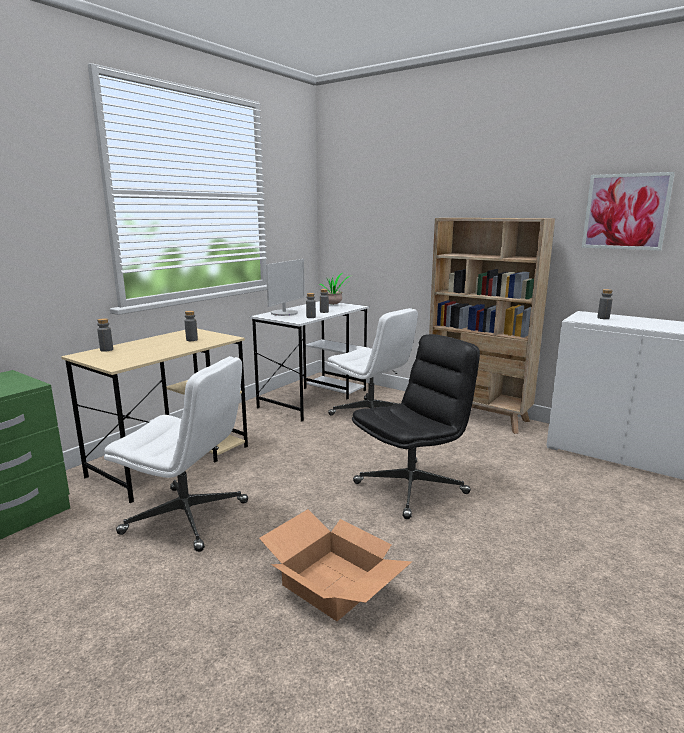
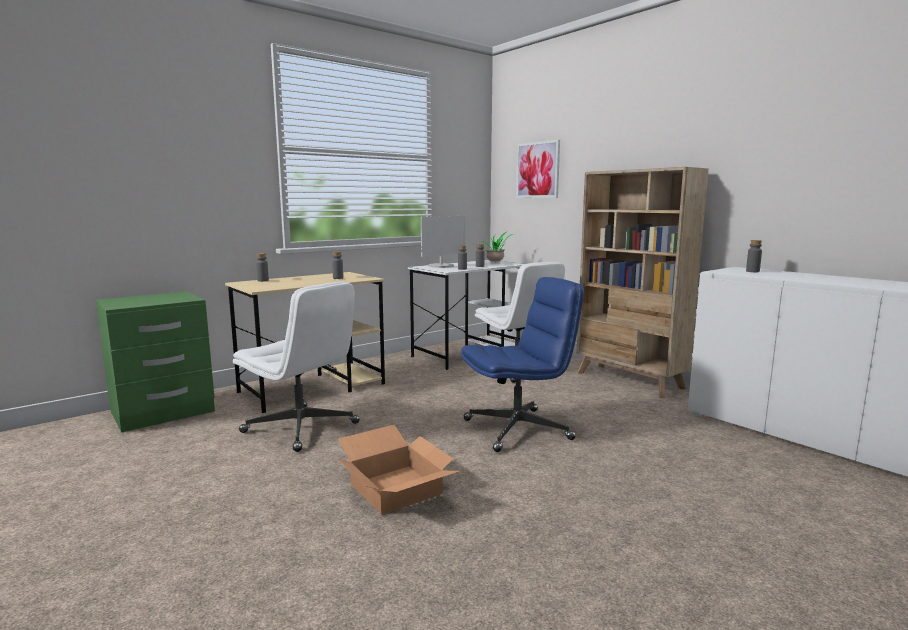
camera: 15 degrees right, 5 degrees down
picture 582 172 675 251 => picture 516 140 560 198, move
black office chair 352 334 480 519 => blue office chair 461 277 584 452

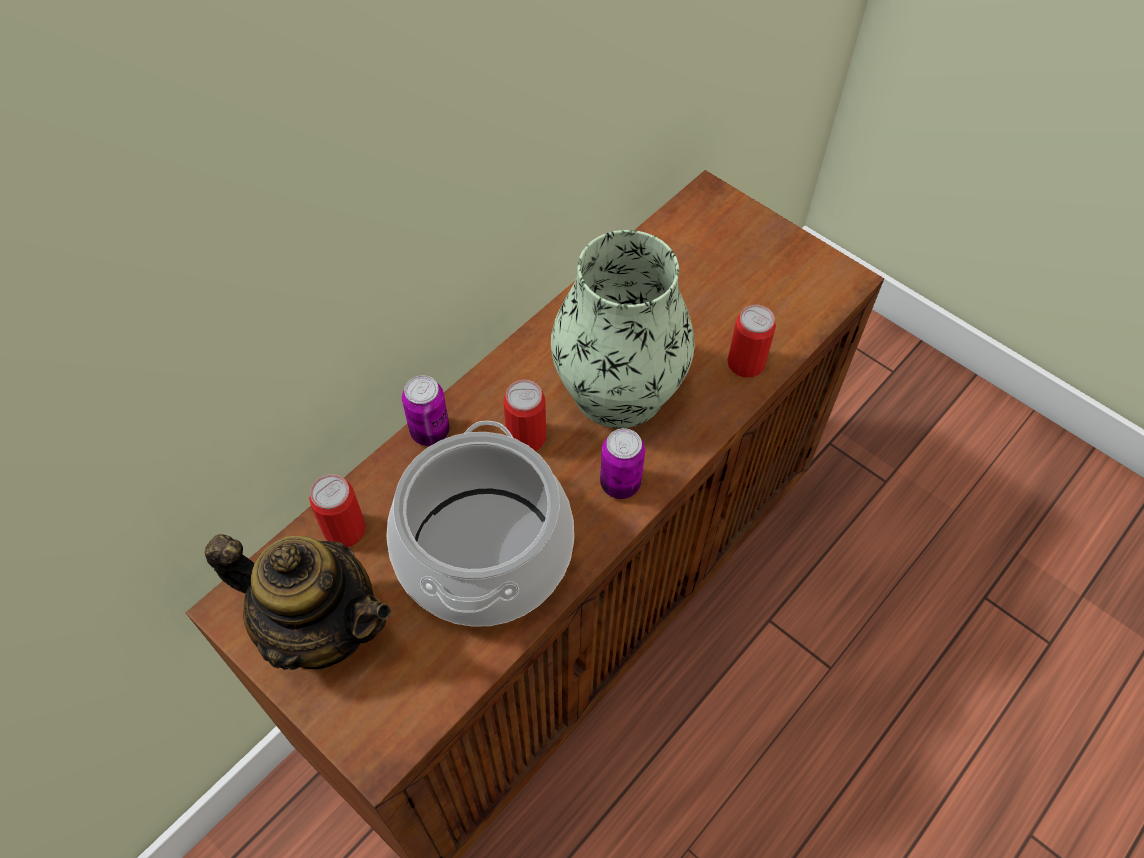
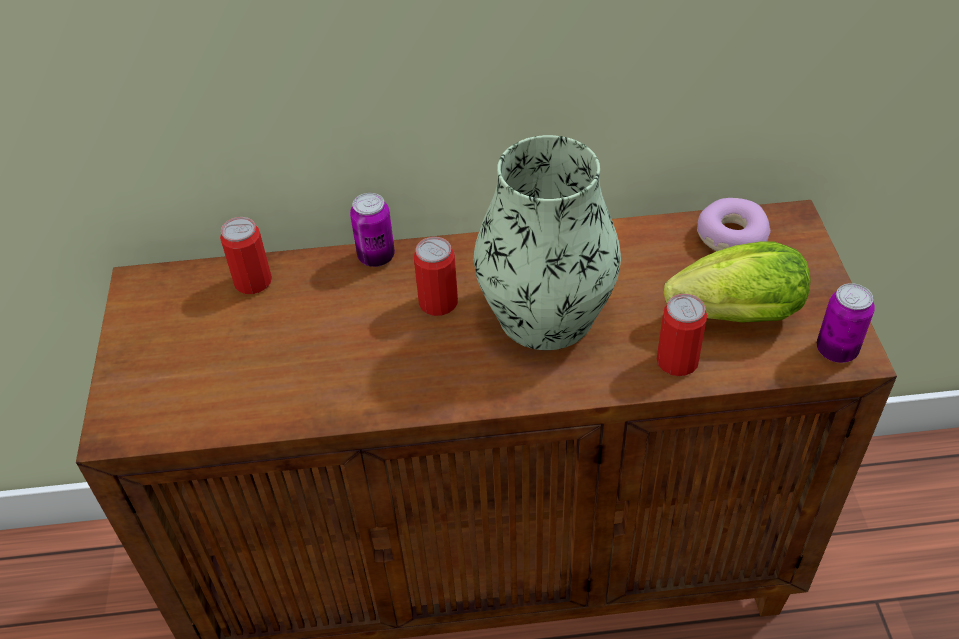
camera: 45 degrees right, 10 degrees down
cooking pot 387 421 574 627 => nothing
can 600 428 645 499 => can 817 283 875 363, move
teapot 205 534 391 670 => nothing
nothing => donut 697 198 771 251
nothing => lettuce 664 242 811 323

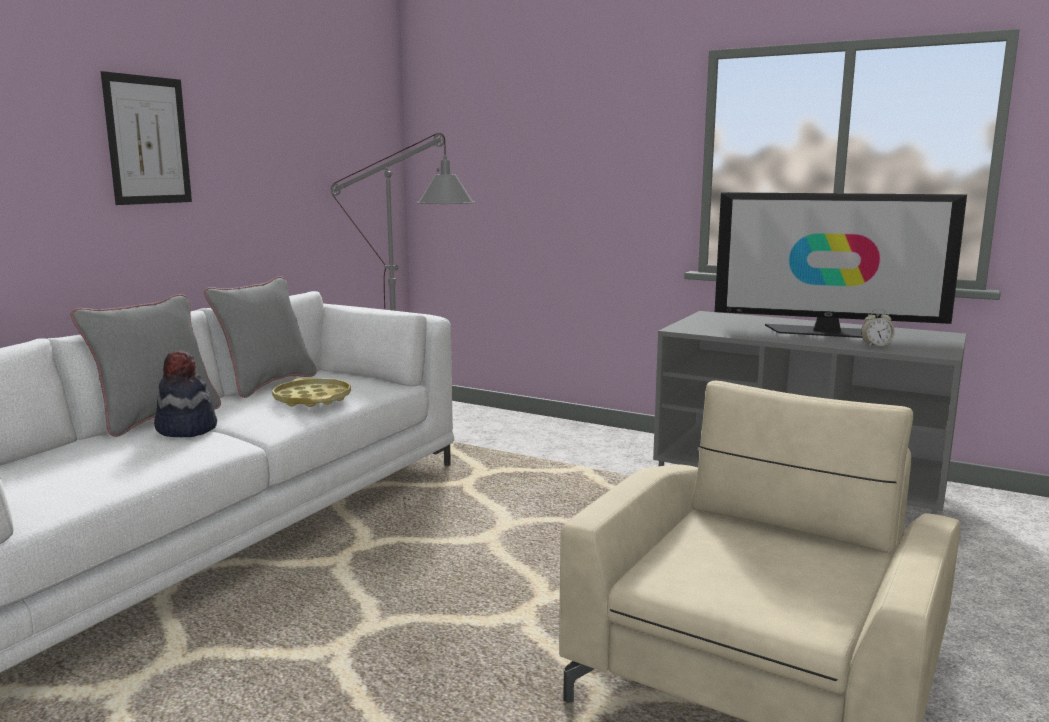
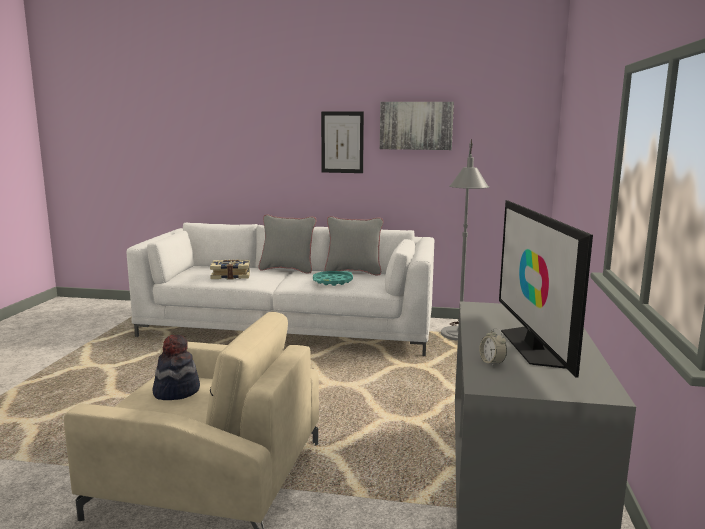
camera: 70 degrees right, 0 degrees up
hat 154 350 217 437 => hat 152 335 200 400, move
yellow tray 272 377 351 407 => turquoise tray 313 271 353 286
nothing => picture 380 102 454 150
nothing => book 210 259 250 280

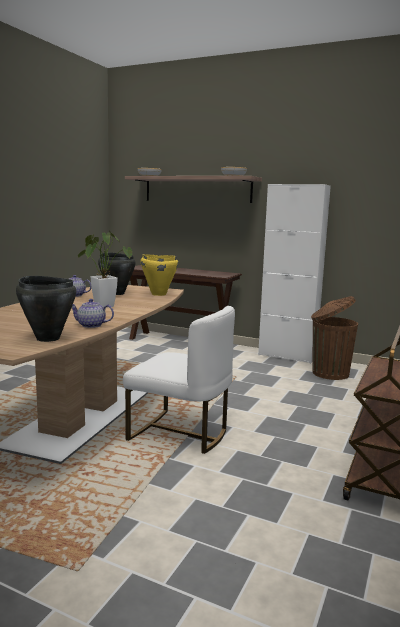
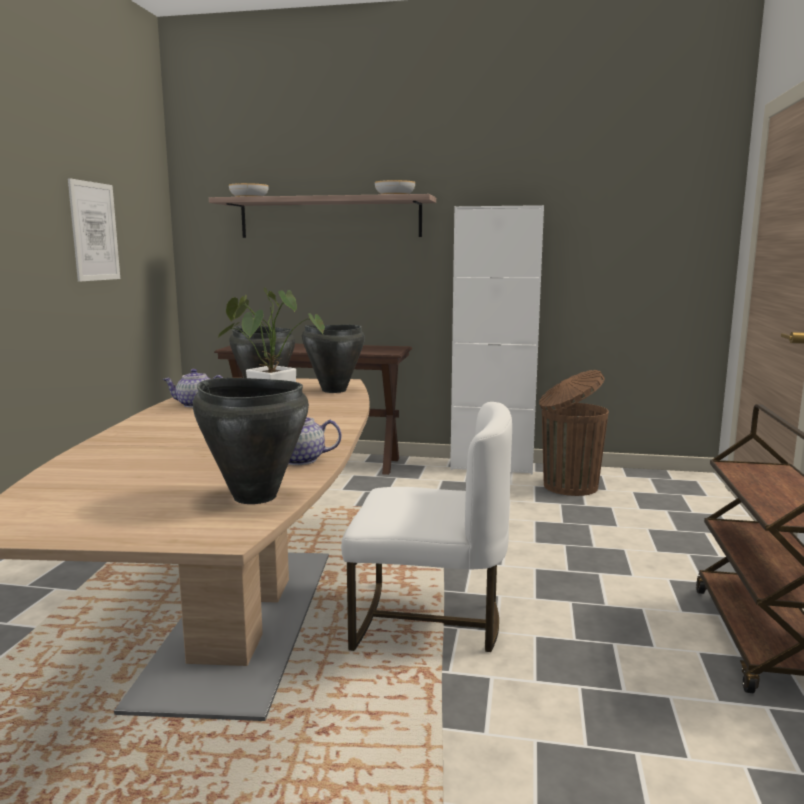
camera: 15 degrees left, 0 degrees up
yellow cooking pot 140 254 178 296 => black cooking pot 302 325 365 393
nothing => picture 68 178 120 282

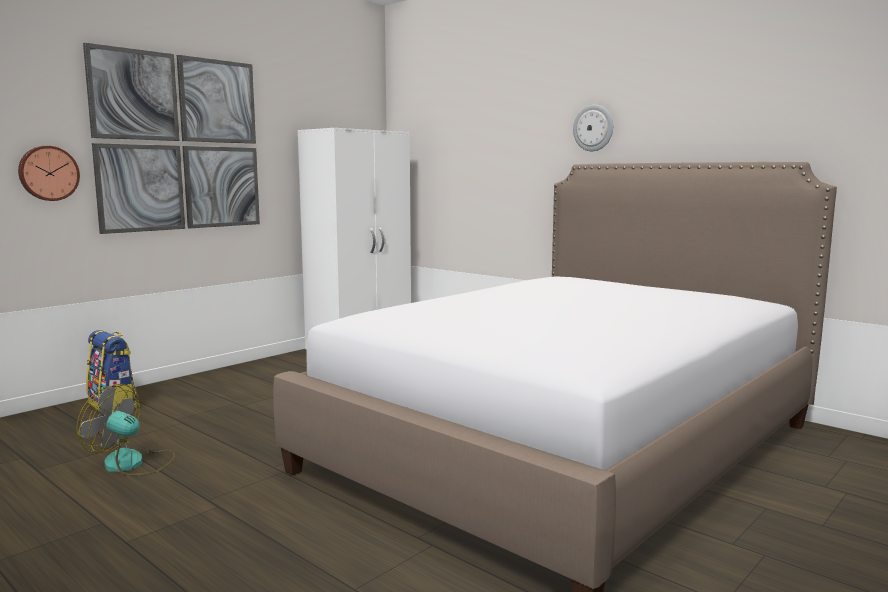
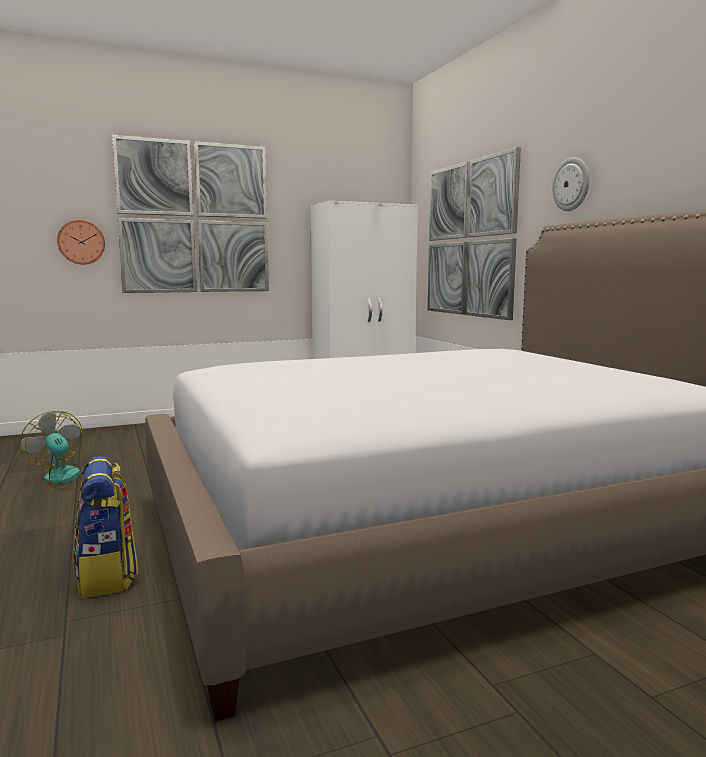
camera: 25 degrees right, 0 degrees up
backpack 86 330 138 412 => backpack 73 456 138 598, move
nothing => picture 428 147 521 320

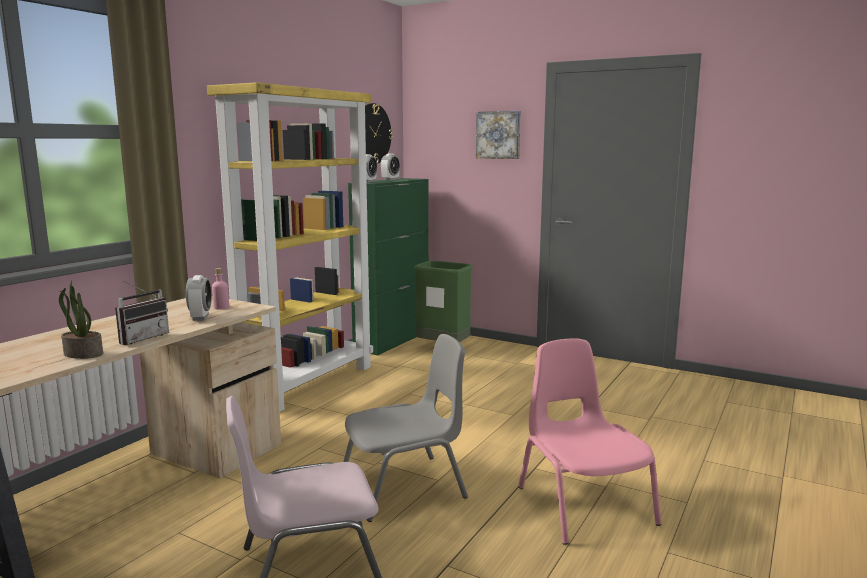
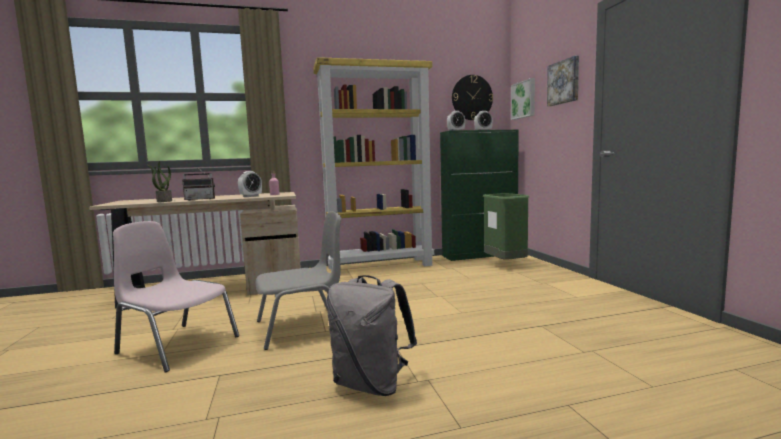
camera: 45 degrees right, 5 degrees down
grey chair 343 334 468 522 => grey chair 255 211 341 350, 45 degrees counterclockwise
pink chair 518 338 662 545 => grey backpack 326 275 417 396
nothing => picture 511 78 535 120

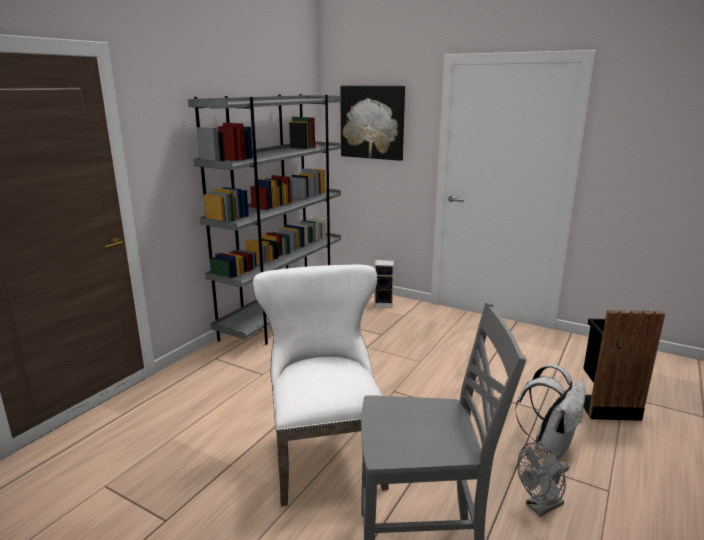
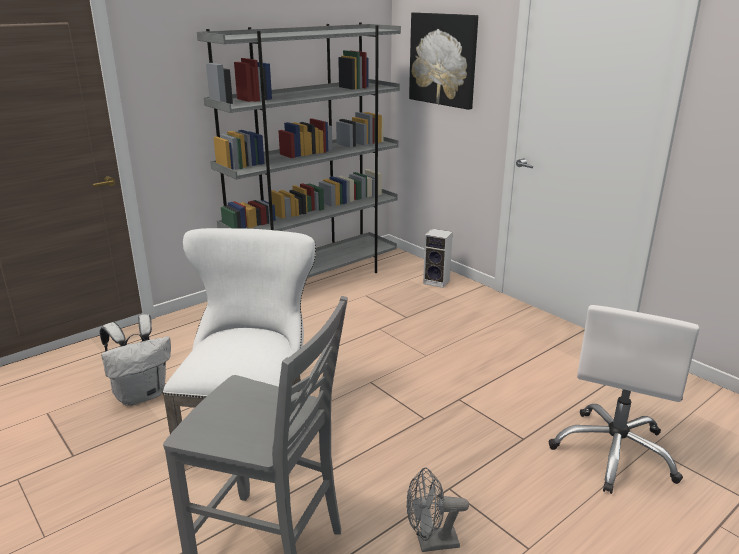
camera: 20 degrees right, 5 degrees up
black trash can 583 310 665 421 => white office chair 548 305 700 494
white backpack 515 364 585 458 => white backpack 100 314 171 406, move

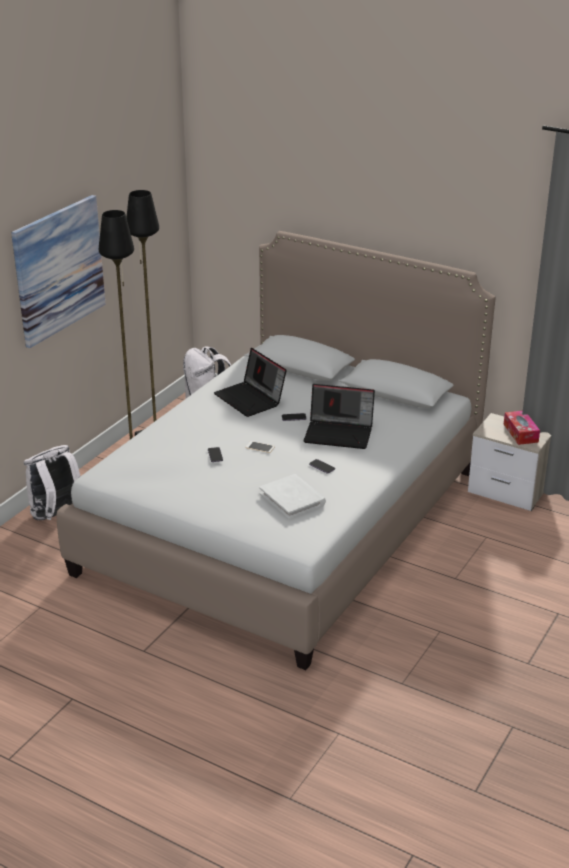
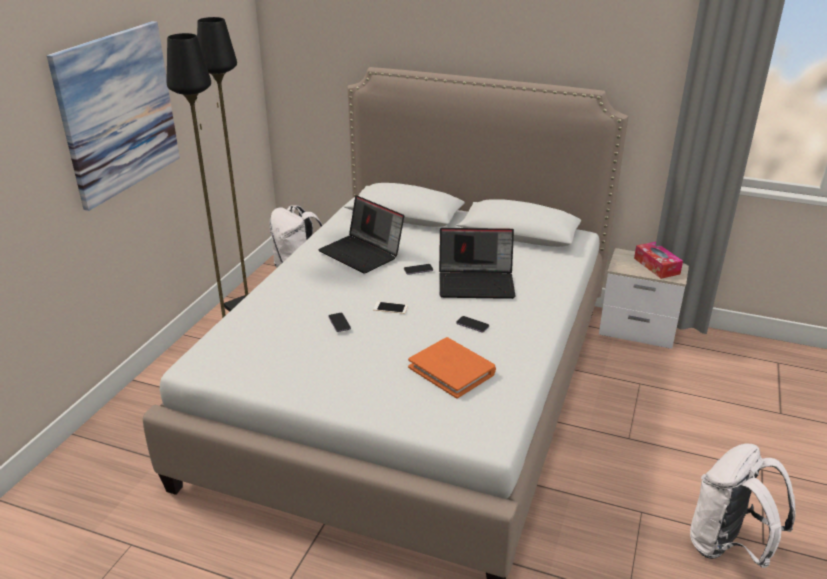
camera: 10 degrees left, 0 degrees up
white backpack 24 445 80 520 => white backpack 690 444 796 568, move
white book 259 474 326 519 => orange book 408 337 496 399

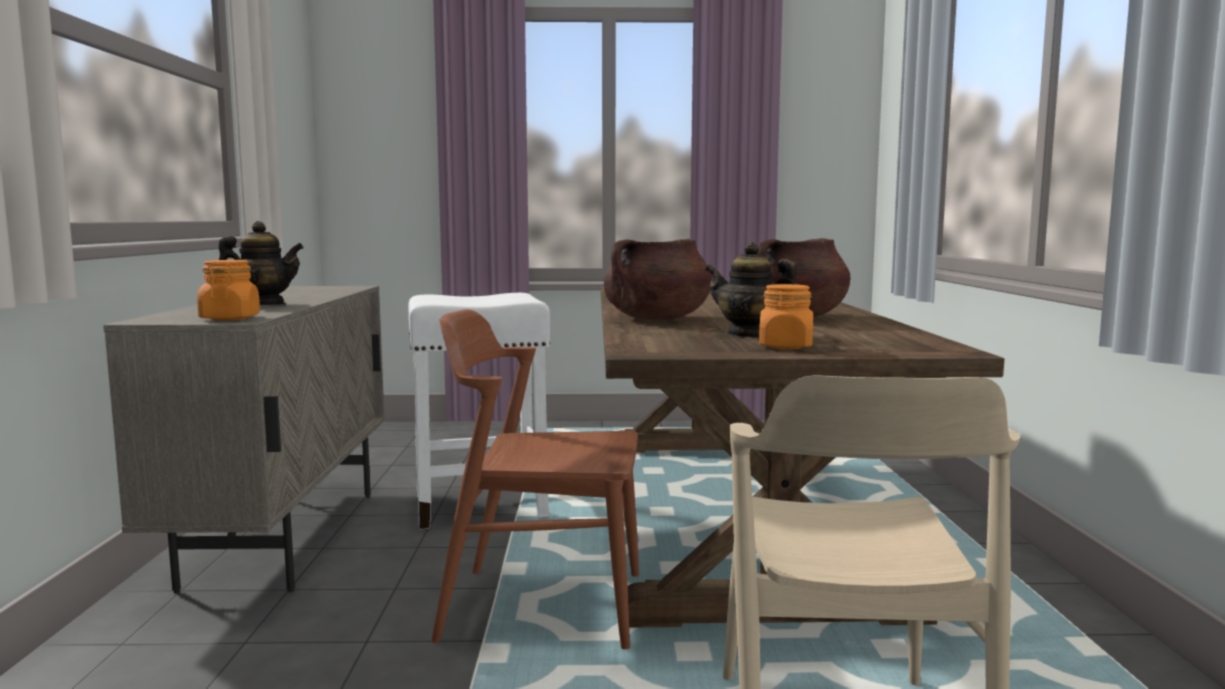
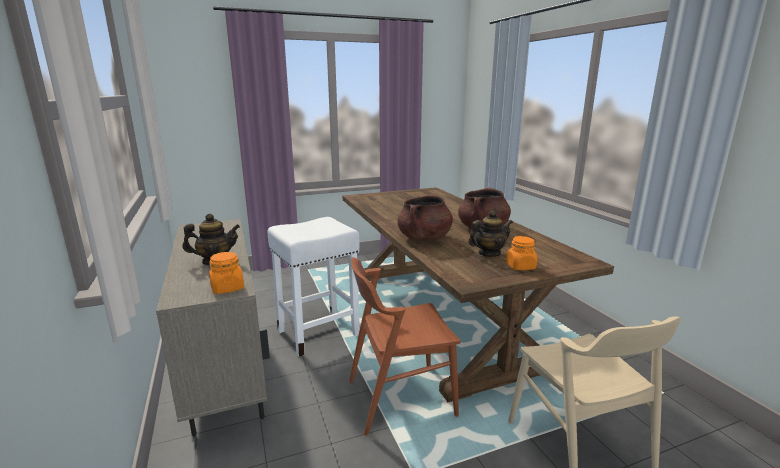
camera: 20 degrees left, 10 degrees up
teapot 705 242 797 338 => teapot 469 211 513 257, 150 degrees clockwise

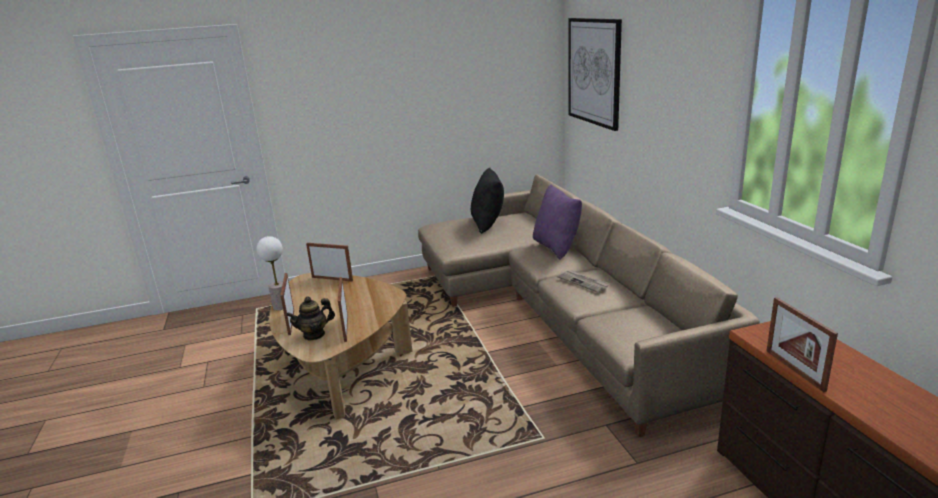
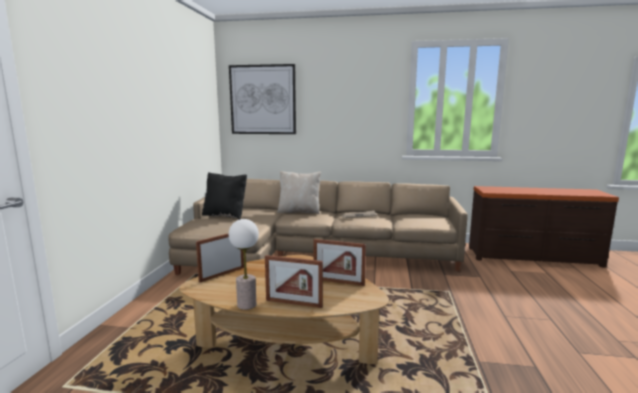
camera: 65 degrees left, 10 degrees down
purple pillow 533 185 582 260 => beige pillow 277 171 321 214
teapot 286 296 335 341 => nothing
picture frame 767 297 838 392 => nothing

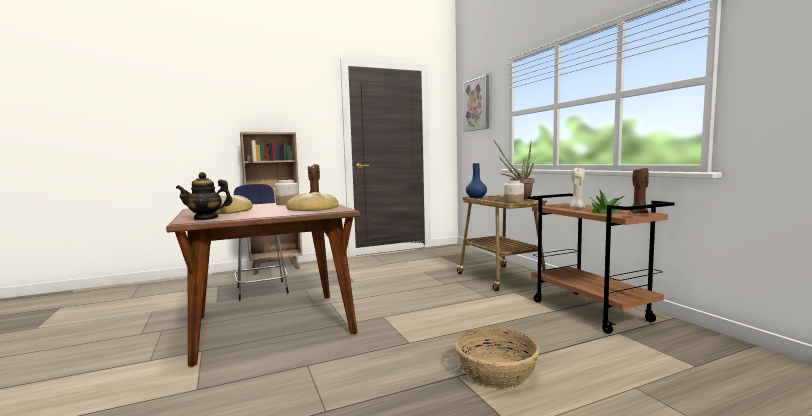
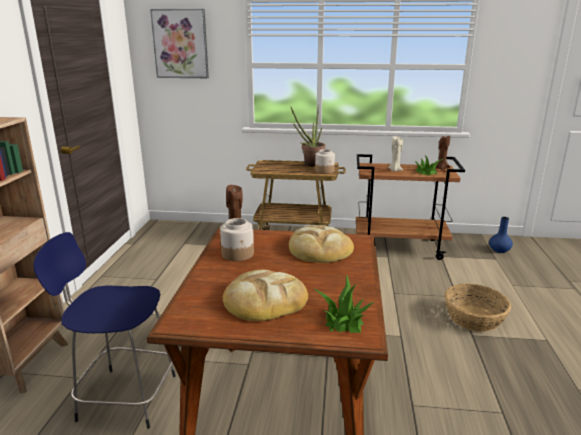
camera: 60 degrees left, 15 degrees up
blue vase 466 163 487 198 => blue vase 489 217 513 253, move
teapot 176 172 233 220 => potted plant 313 274 374 333

